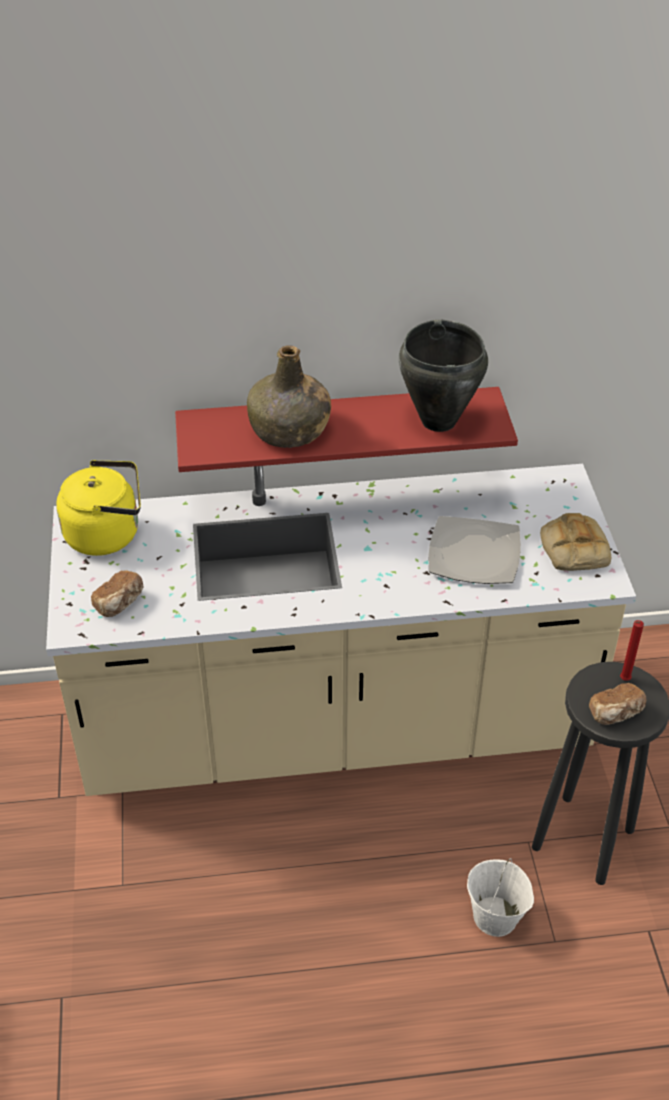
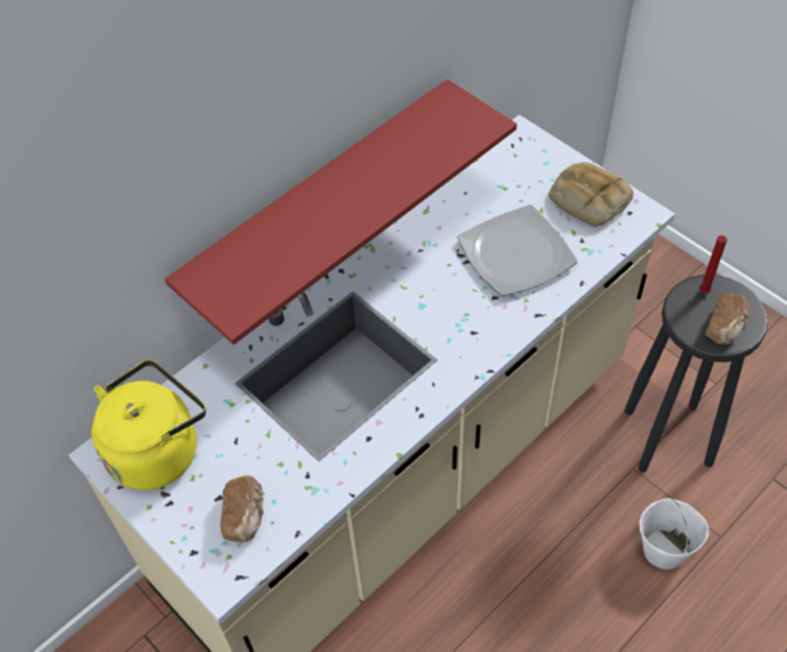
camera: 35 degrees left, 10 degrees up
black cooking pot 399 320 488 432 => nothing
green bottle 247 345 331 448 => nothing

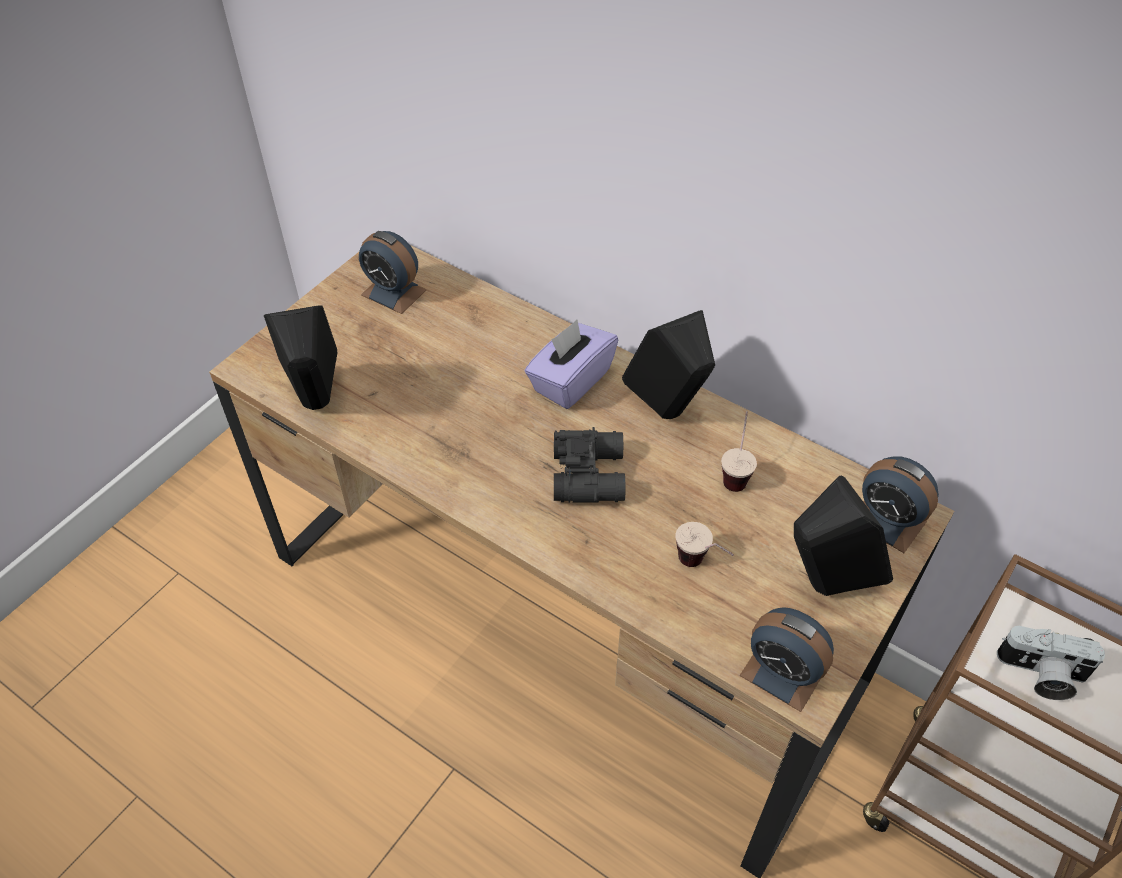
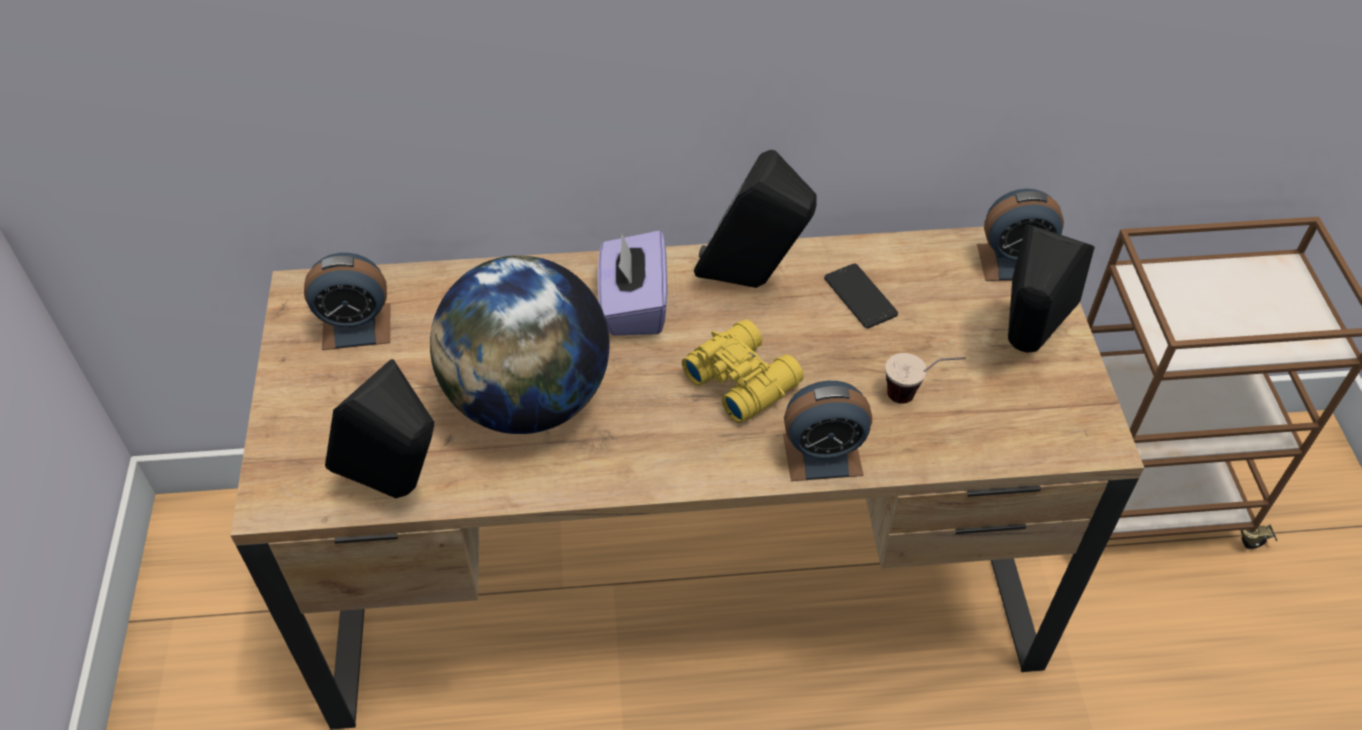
camera: 40 degrees left, 0 degrees up
cup 721 411 757 492 => phone 824 264 898 328
black binoculars 554 427 626 503 => yellow binoculars 682 319 804 423
alarm clock 740 607 834 712 => alarm clock 783 381 872 481, move
photo camera 997 626 1105 700 => nothing
nothing => globe 430 255 609 434

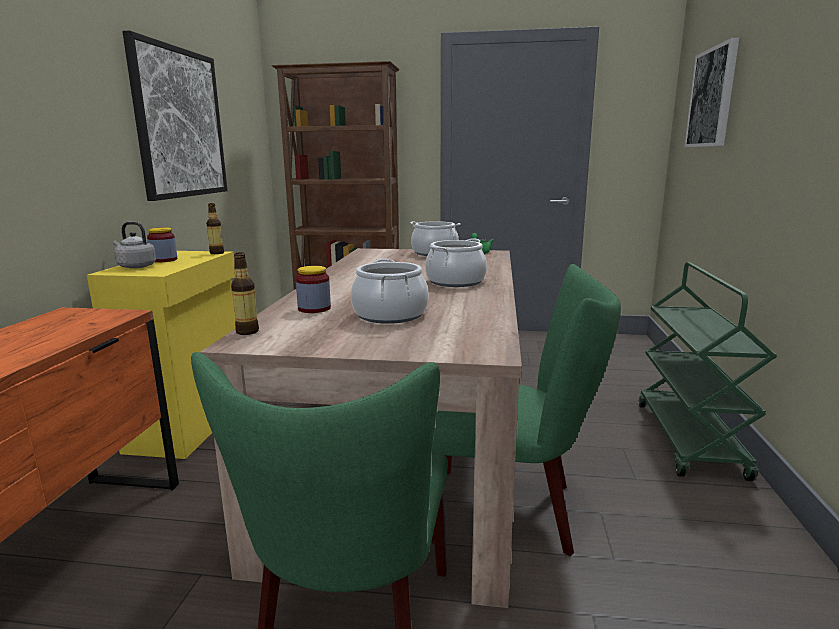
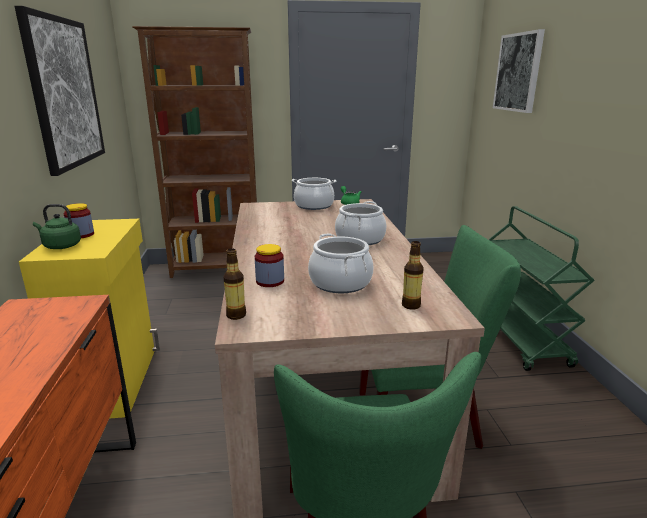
camera: 15 degrees left, 5 degrees up
bottle 206 203 224 254 => bottle 402 241 424 310, move
grey kettle 113 222 156 269 => green kettle 33 204 81 249

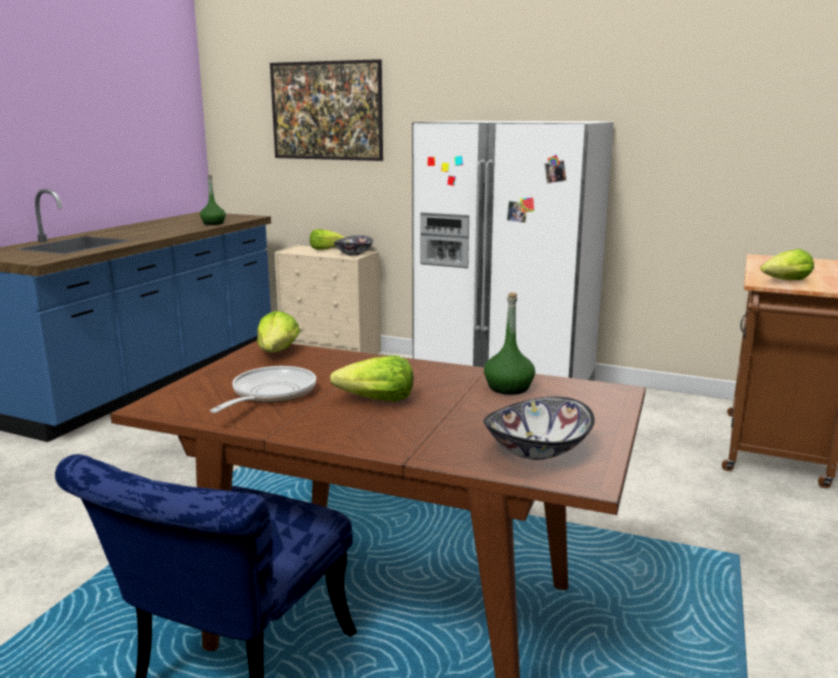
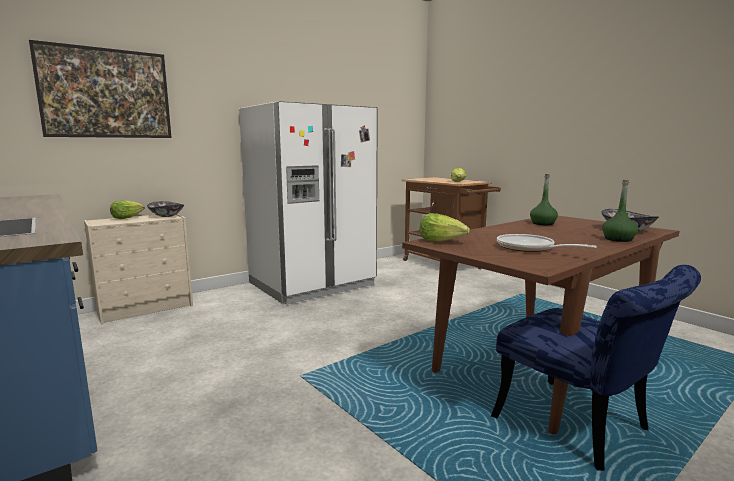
camera: 60 degrees left, 5 degrees down
green bottle 200 175 226 225 => green bottle 602 179 638 242, move
lettuce 330 356 413 402 => nothing

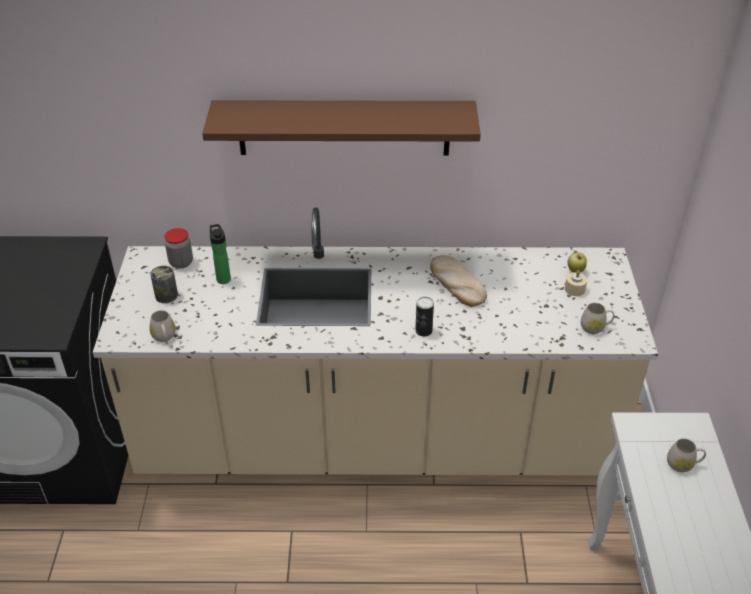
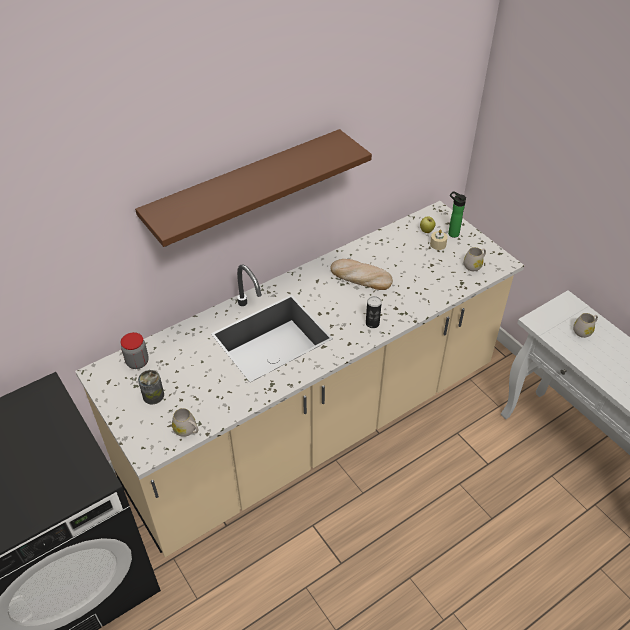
camera: 35 degrees left, 5 degrees up
bottle 210 224 231 284 => bottle 448 191 466 238, move

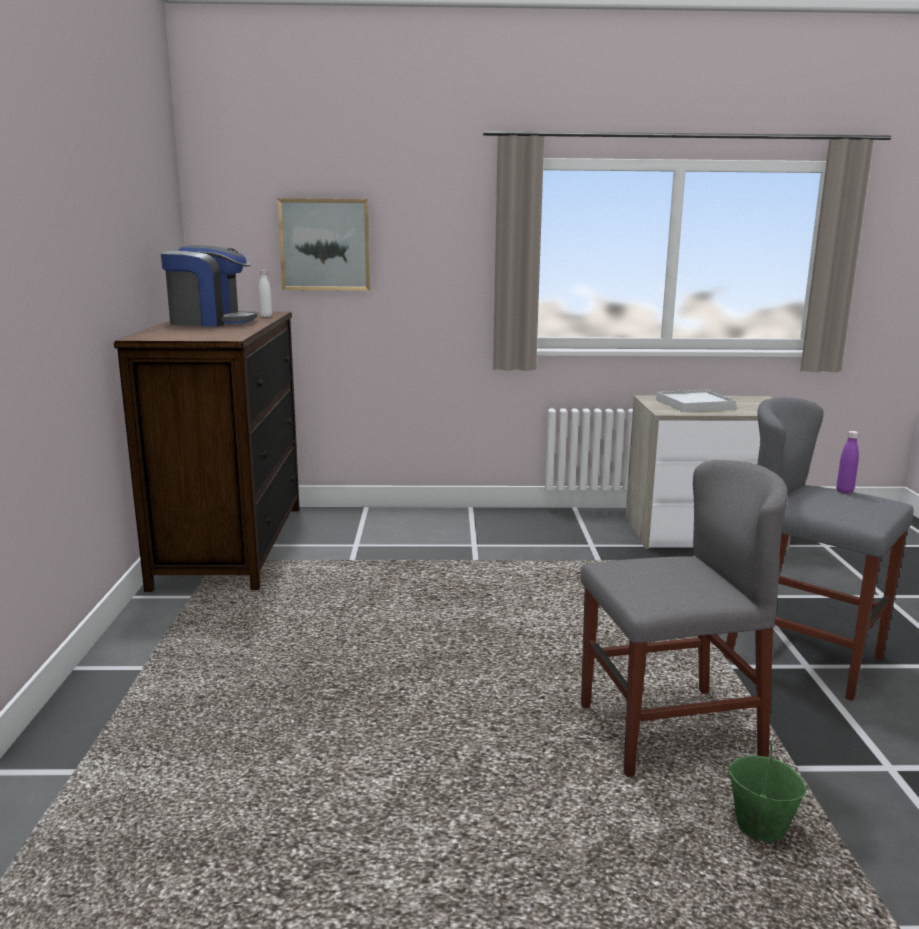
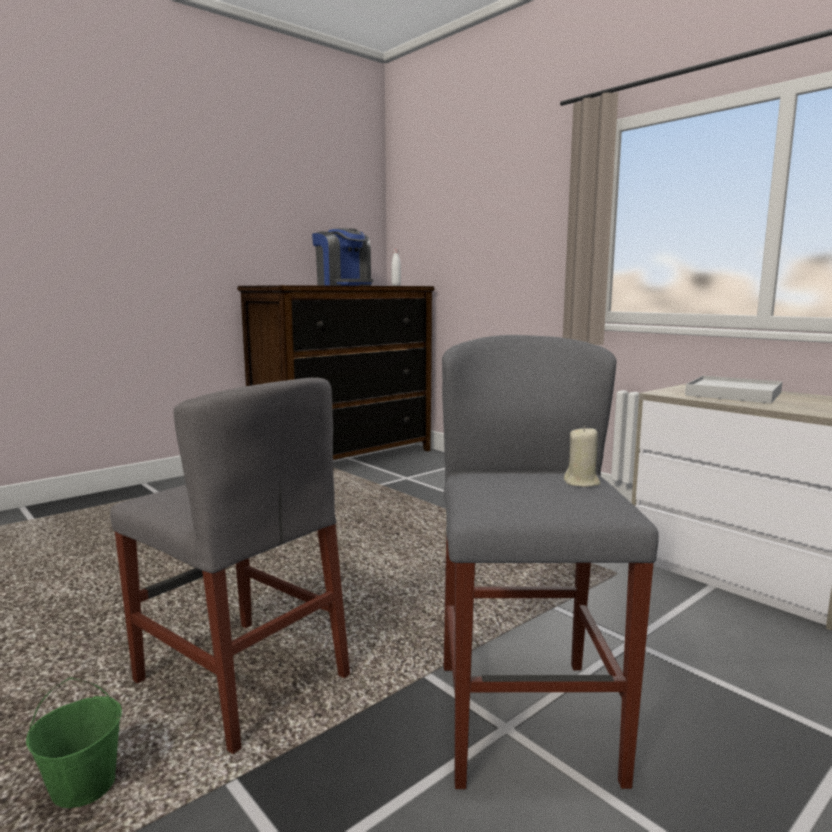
camera: 50 degrees right, 5 degrees down
picture 278 198 370 291 => nothing
purple bottle 836 431 859 494 => beige candle 564 426 601 487

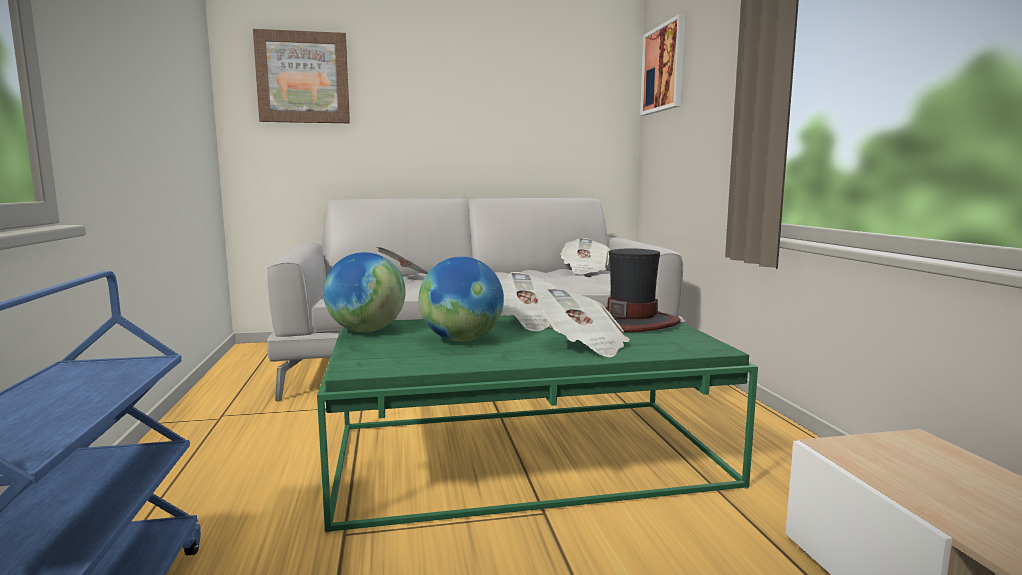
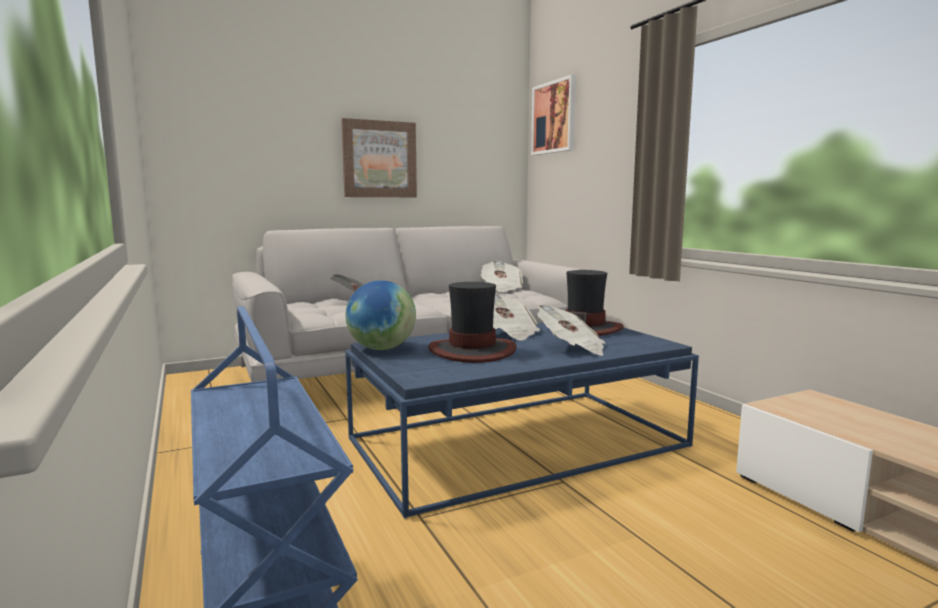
camera: 15 degrees left, 0 degrees up
picture 253 29 350 123 => picture 341 118 417 197, move
globe 419 257 504 342 => hat 428 282 517 363
green coffee table 317 311 758 533 => blue coffee table 345 323 699 519

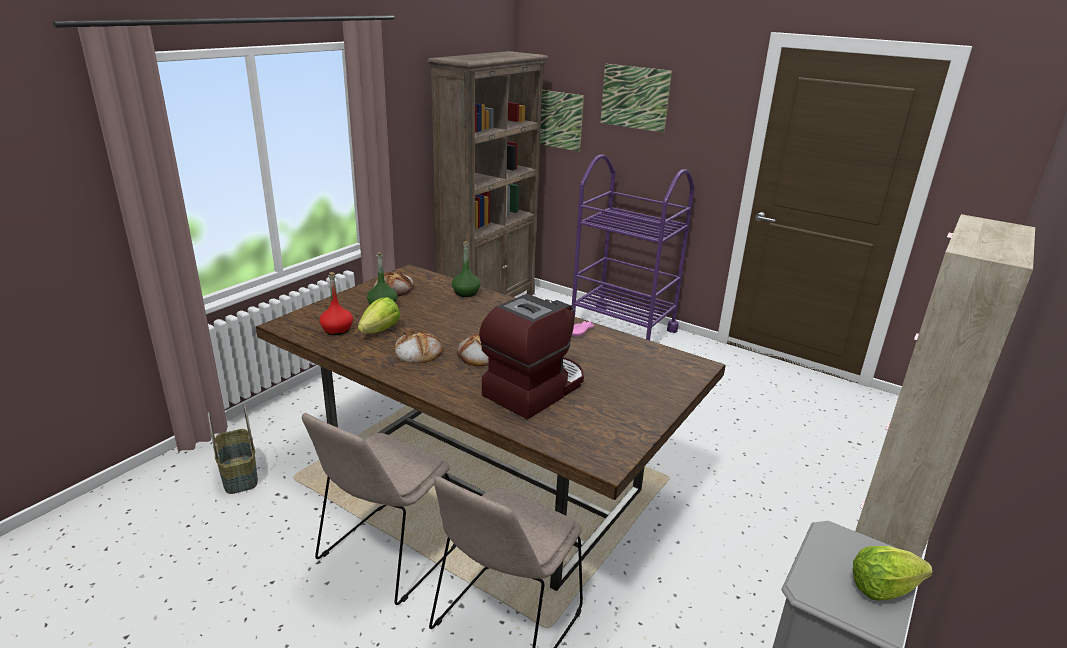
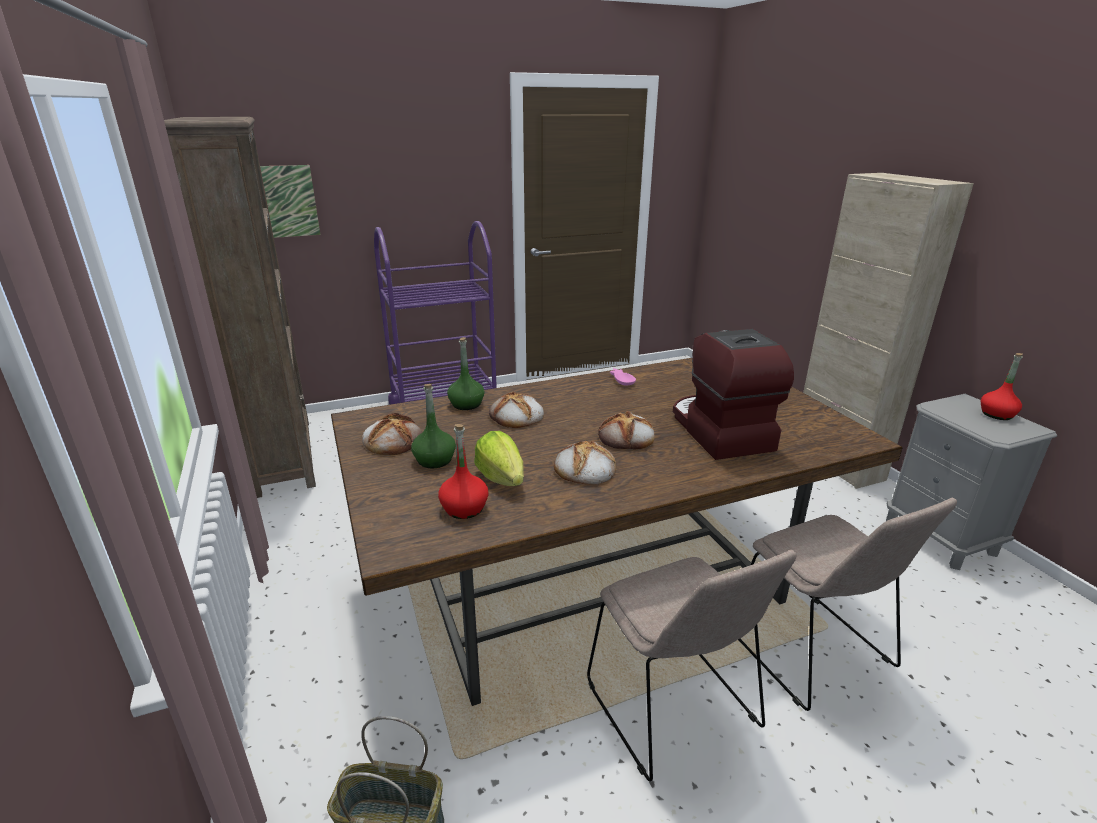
camera: 55 degrees left, 0 degrees up
picture 600 64 672 133 => nothing
lettuce 853 546 933 601 => red bottle 981 353 1023 420
nothing => bread 489 392 544 428

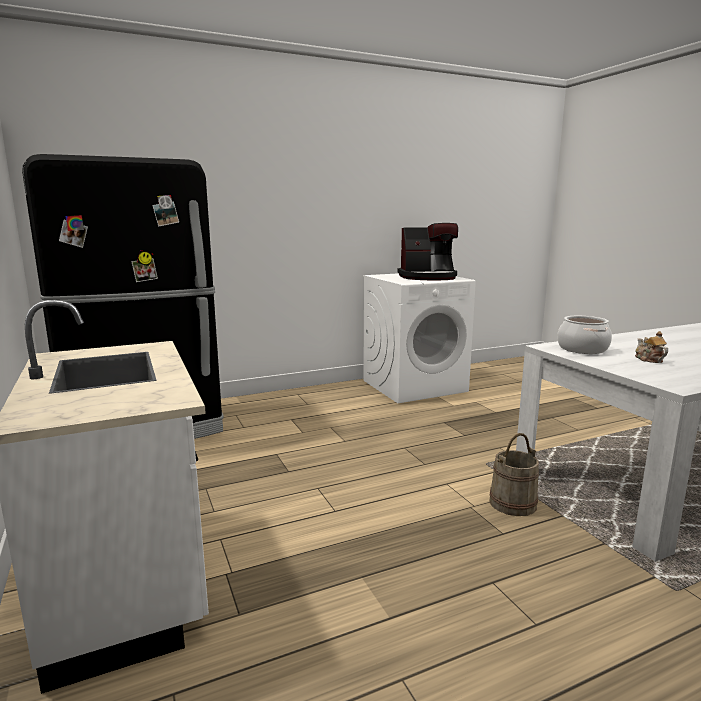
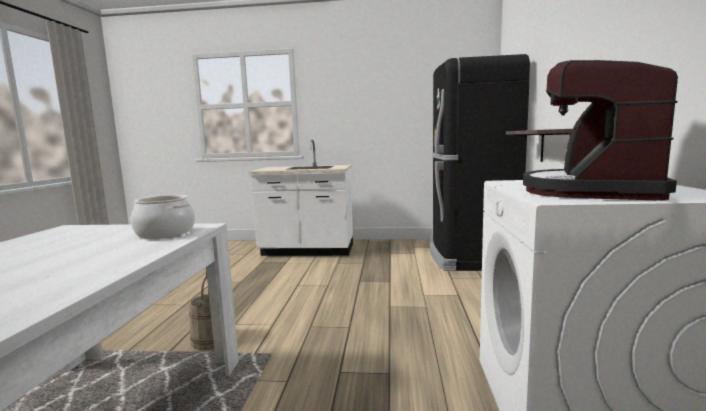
camera: 120 degrees right, 5 degrees down
teapot 635 331 668 363 => nothing
nothing => shelf 506 129 573 162

